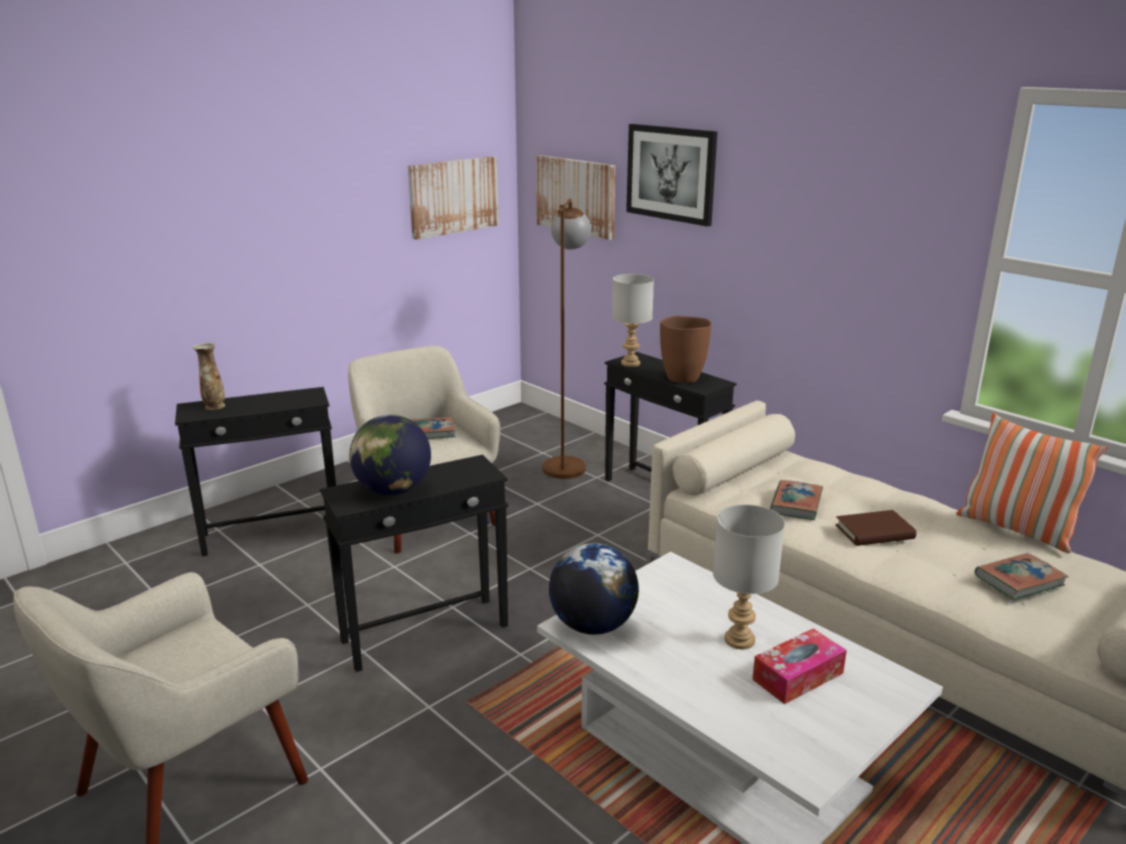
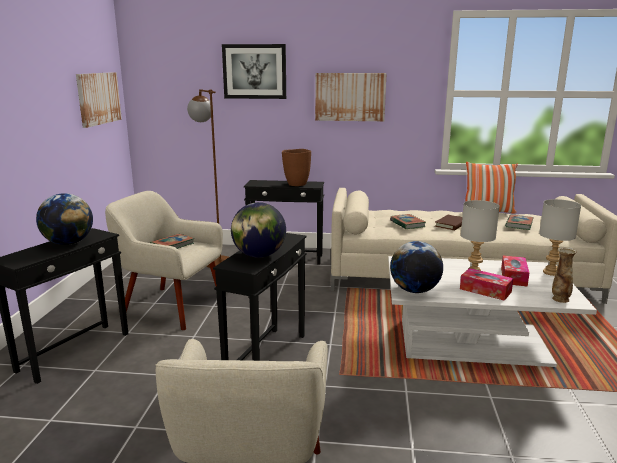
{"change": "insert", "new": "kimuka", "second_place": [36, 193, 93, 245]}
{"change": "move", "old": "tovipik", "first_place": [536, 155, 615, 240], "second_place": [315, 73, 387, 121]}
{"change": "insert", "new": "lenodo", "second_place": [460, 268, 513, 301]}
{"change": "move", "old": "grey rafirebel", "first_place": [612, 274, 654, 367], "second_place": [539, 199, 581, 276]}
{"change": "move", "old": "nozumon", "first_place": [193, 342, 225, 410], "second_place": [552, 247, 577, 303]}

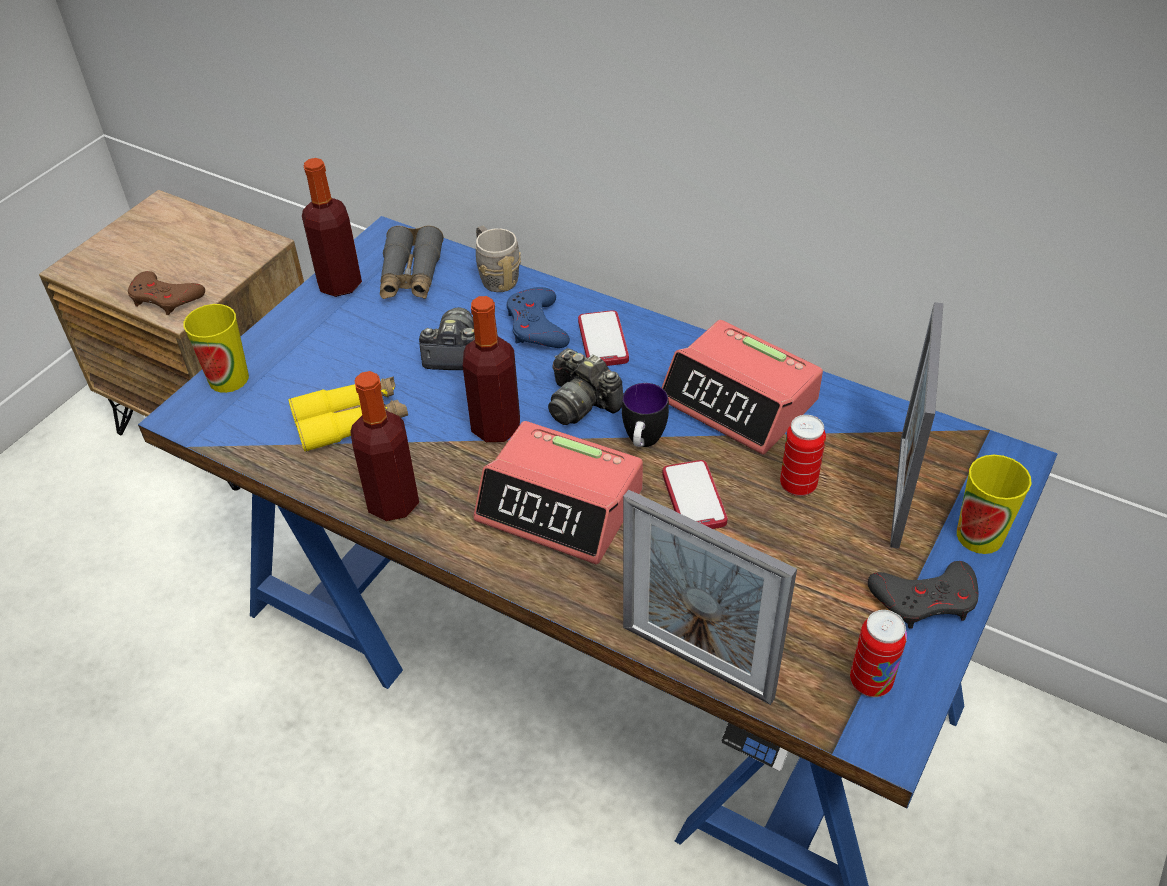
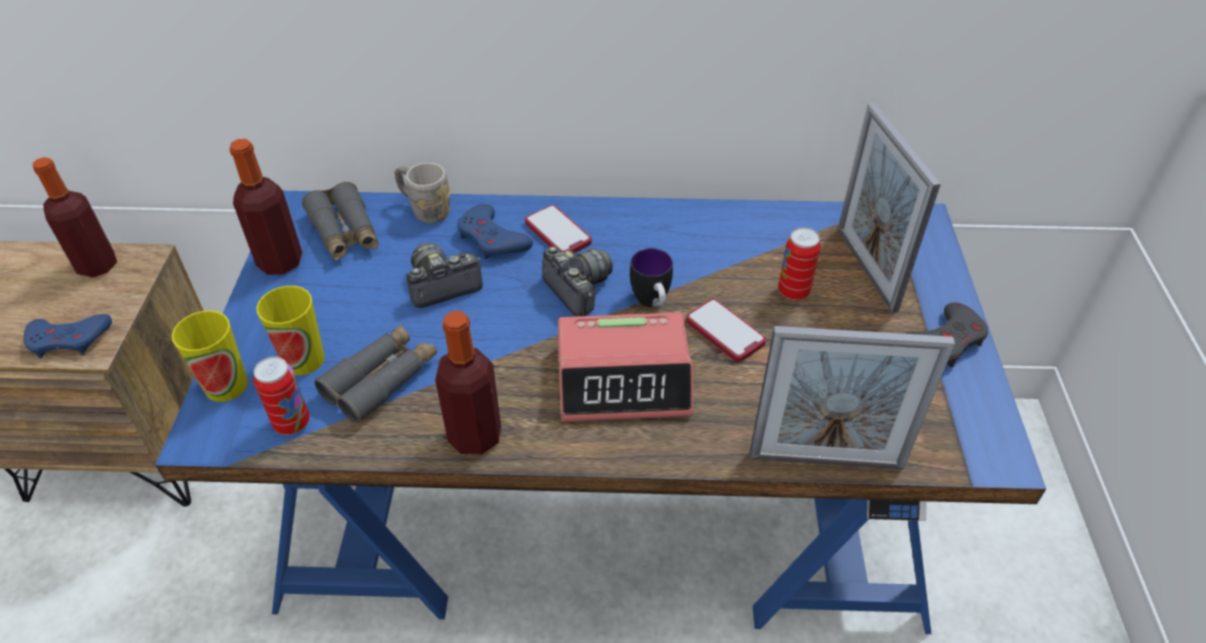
{"change": "recolor", "old": "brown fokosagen", "new": "blue fokosagen", "first_place": [128, 271, 205, 315], "second_place": [24, 314, 112, 359]}
{"change": "move", "old": "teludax", "first_place": [463, 296, 520, 442], "second_place": [32, 157, 117, 278]}
{"change": "move", "old": "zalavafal", "first_place": [850, 610, 907, 697], "second_place": [254, 357, 309, 435]}
{"change": "move", "old": "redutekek", "first_place": [957, 455, 1032, 554], "second_place": [256, 286, 325, 375]}
{"change": "recolor", "old": "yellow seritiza", "new": "grey seritiza", "first_place": [288, 376, 408, 452], "second_place": [314, 324, 437, 423]}
{"change": "rotate", "old": "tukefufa", "first_place": [548, 348, 623, 425], "second_place": [542, 247, 613, 316], "degrees": -135}
{"change": "delete", "old": "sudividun", "first_place": [662, 320, 823, 455]}

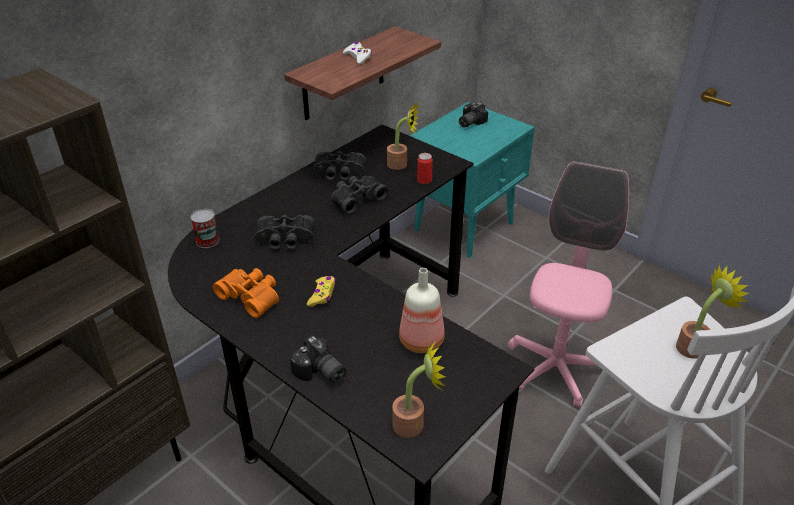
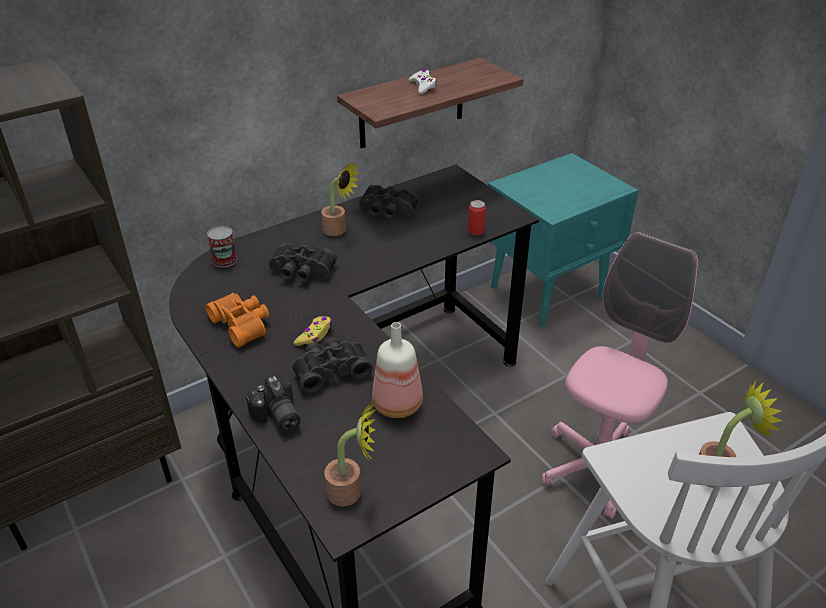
{"change": "move", "old": "black seritiza", "first_place": [331, 176, 389, 214], "second_place": [292, 338, 373, 394]}
{"change": "move", "old": "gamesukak", "first_place": [387, 103, 420, 170], "second_place": [321, 162, 361, 236]}
{"change": "delete", "old": "tukefufa", "first_place": [459, 102, 488, 127]}

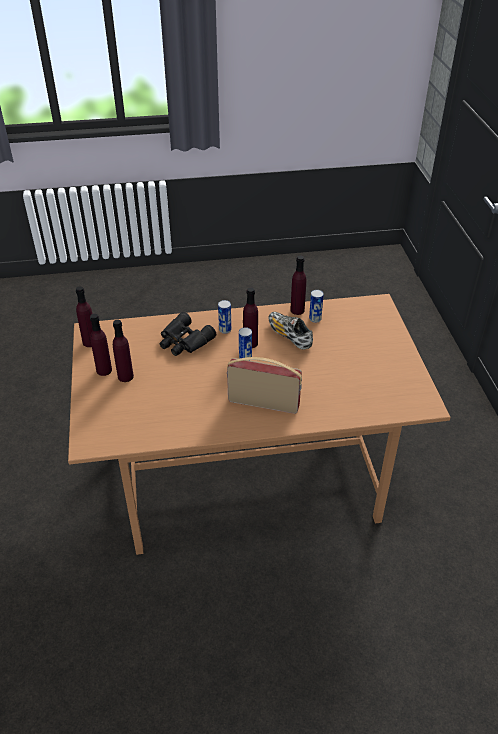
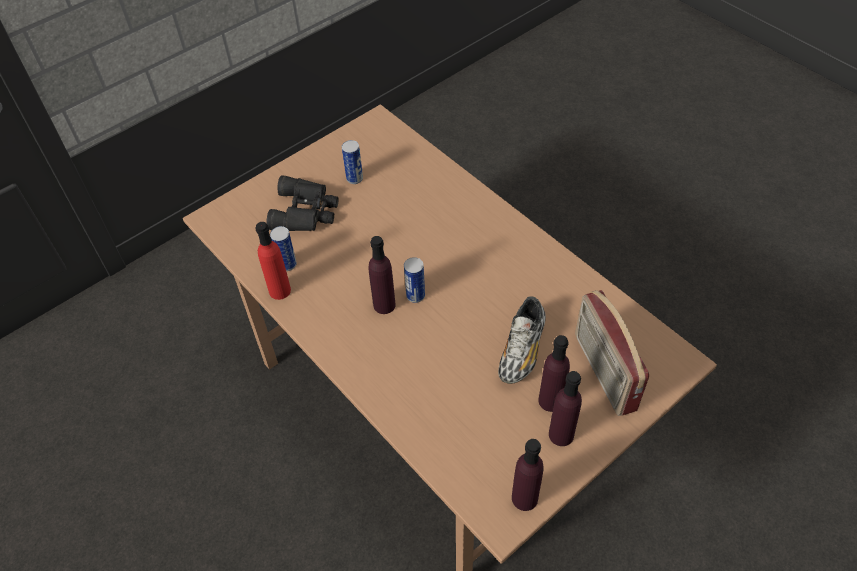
{"change": "recolor", "old": "purple teludax", "new": "red teludax", "first_place": [290, 256, 306, 315], "second_place": [256, 222, 291, 300]}
{"change": "move", "old": "black seritiza", "first_place": [160, 312, 216, 356], "second_place": [266, 175, 338, 231]}
{"change": "move", "old": "zalavafal", "first_place": [218, 300, 231, 334], "second_place": [342, 140, 363, 184]}
{"change": "move", "old": "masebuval", "first_place": [269, 312, 313, 350], "second_place": [498, 296, 546, 384]}
{"change": "move", "old": "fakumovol", "first_place": [227, 357, 302, 414], "second_place": [575, 290, 649, 416]}

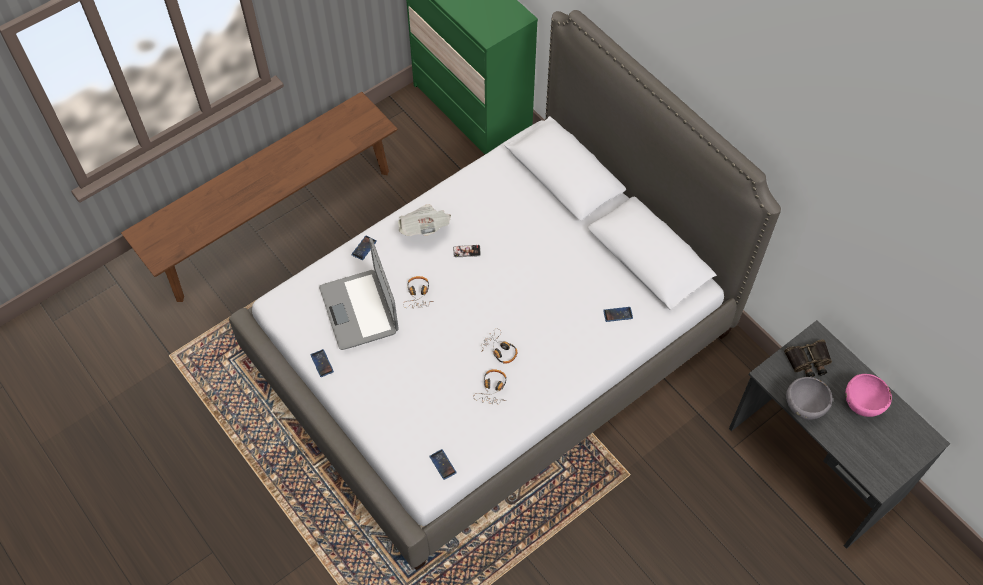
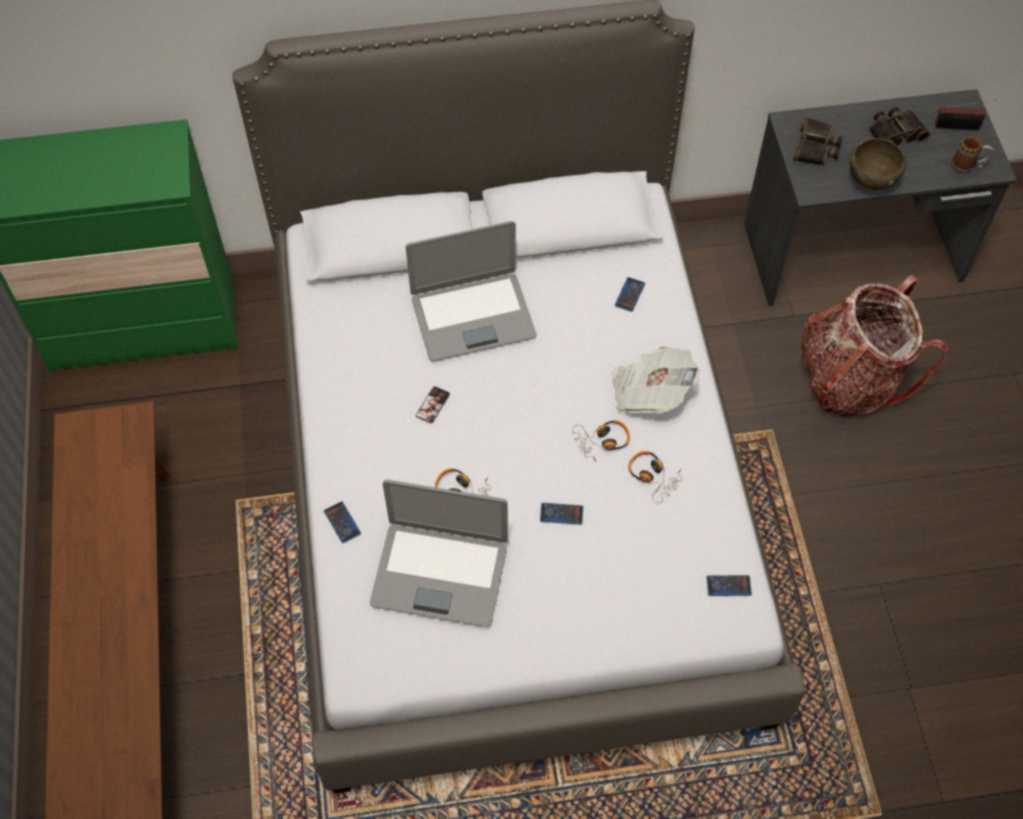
{"change": "insert", "new": "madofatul", "second_place": [406, 221, 536, 362]}
{"change": "move", "old": "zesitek", "first_place": [311, 349, 334, 377], "second_place": [540, 503, 583, 525]}
{"change": "move", "old": "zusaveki", "first_place": [398, 204, 451, 236], "second_place": [611, 347, 700, 414]}
{"change": "insert", "new": "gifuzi", "second_place": [802, 275, 948, 417]}
{"change": "recolor", "old": "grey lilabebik", "new": "brown lilabebik", "first_place": [786, 377, 832, 420], "second_place": [850, 138, 906, 190]}
{"change": "replace", "old": "pink lilabebik", "new": "seritiza", "first_place": [845, 374, 892, 417], "second_place": [869, 107, 931, 146]}
{"change": "insert", "new": "fakumovol", "second_place": [935, 99, 996, 131]}
{"change": "insert", "new": "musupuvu", "second_place": [951, 136, 994, 174]}

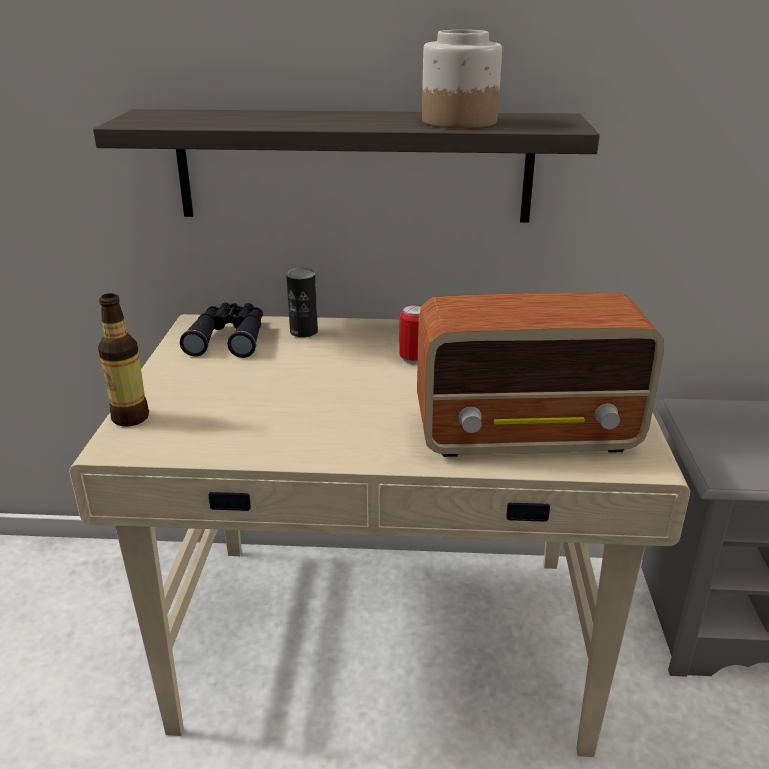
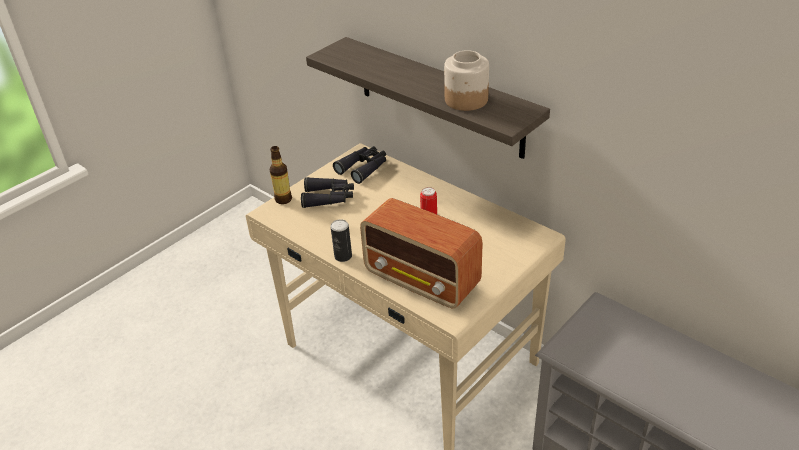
{"change": "insert", "new": "black seritiza", "second_place": [301, 177, 354, 208]}
{"change": "move", "old": "zalavafal", "first_place": [286, 267, 318, 338], "second_place": [330, 219, 352, 262]}

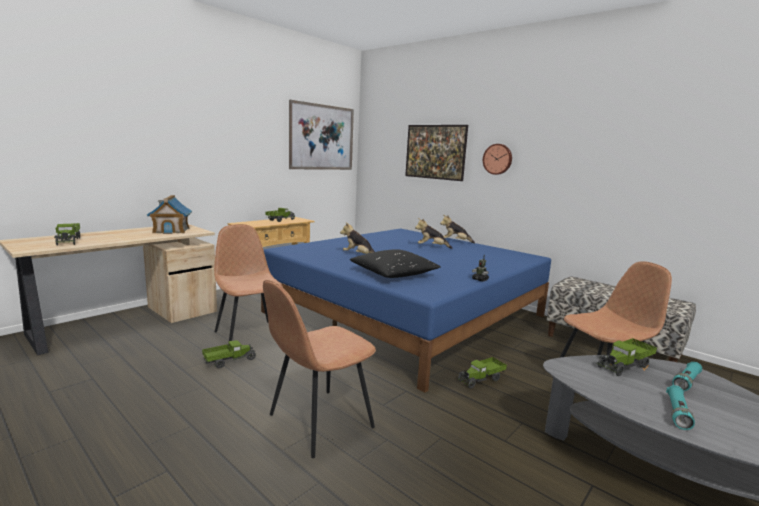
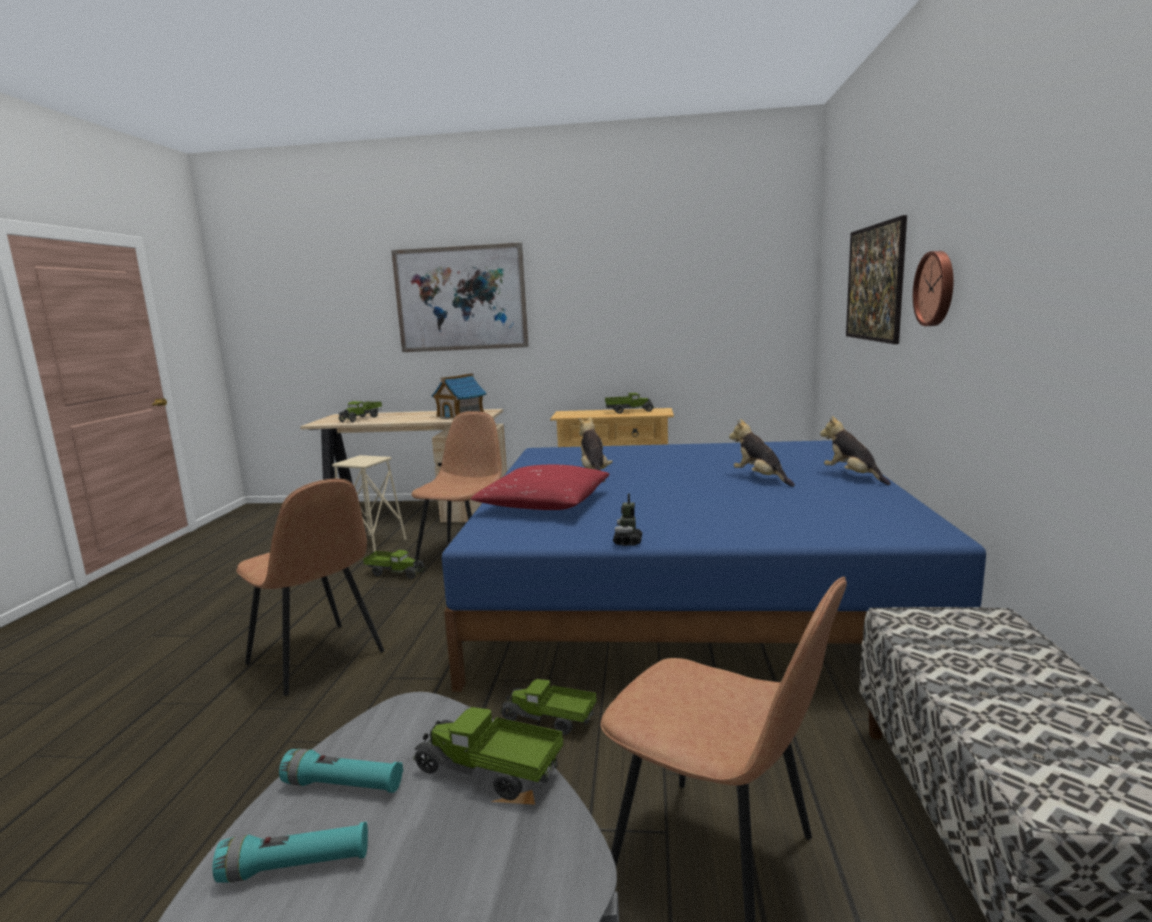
{"change": "rotate", "old": "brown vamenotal", "first_place": [263, 280, 376, 458], "second_place": [236, 478, 384, 696], "degrees": -150}
{"change": "move", "old": "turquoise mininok", "first_place": [672, 362, 702, 391], "second_place": [279, 749, 403, 793]}
{"change": "insert", "new": "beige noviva", "second_place": [332, 455, 407, 554]}
{"change": "move", "old": "tovipik", "first_place": [289, 100, 354, 170], "second_place": [391, 243, 529, 352]}
{"change": "recolor", "old": "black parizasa", "new": "red parizasa", "first_place": [350, 250, 440, 278], "second_place": [471, 464, 609, 510]}

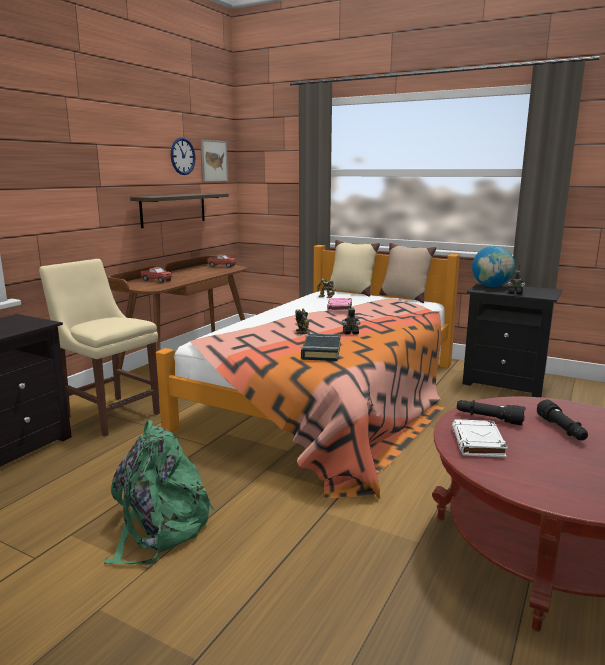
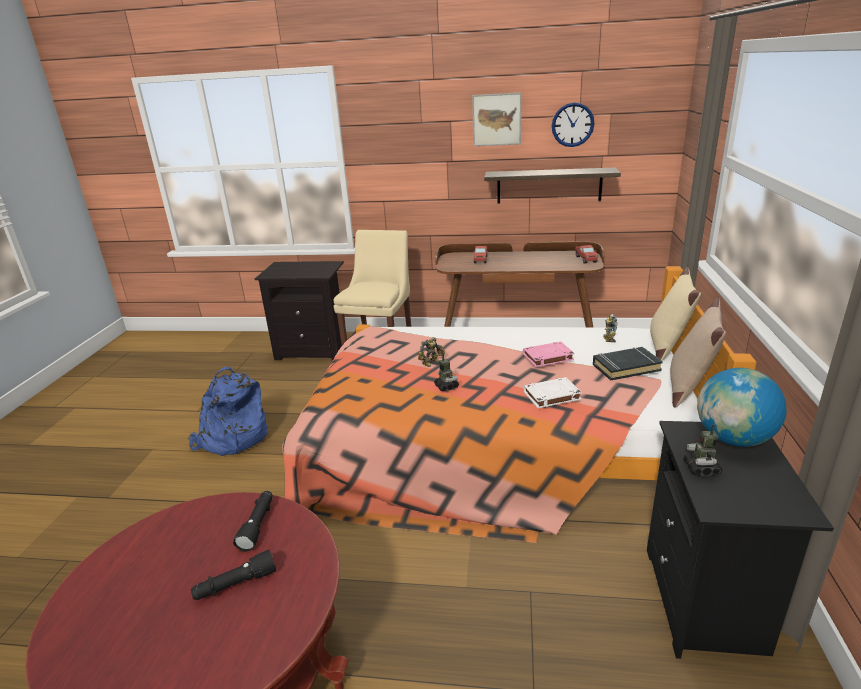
{"change": "recolor", "old": "green gifuzi", "new": "blue gifuzi", "first_place": [104, 420, 215, 564], "second_place": [188, 367, 268, 456]}
{"change": "move", "old": "tovipik", "first_place": [201, 140, 228, 182], "second_place": [472, 92, 522, 146]}
{"change": "move", "old": "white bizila", "first_place": [452, 419, 508, 458], "second_place": [523, 377, 582, 408]}
{"change": "move", "old": "black bizila", "first_place": [301, 334, 341, 361], "second_place": [593, 347, 663, 381]}

